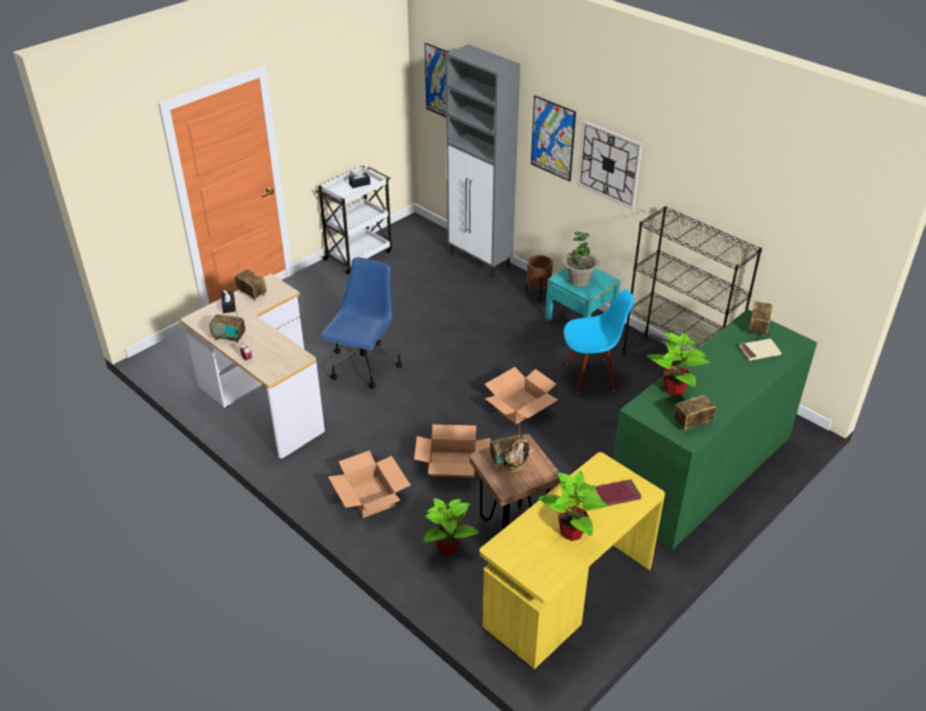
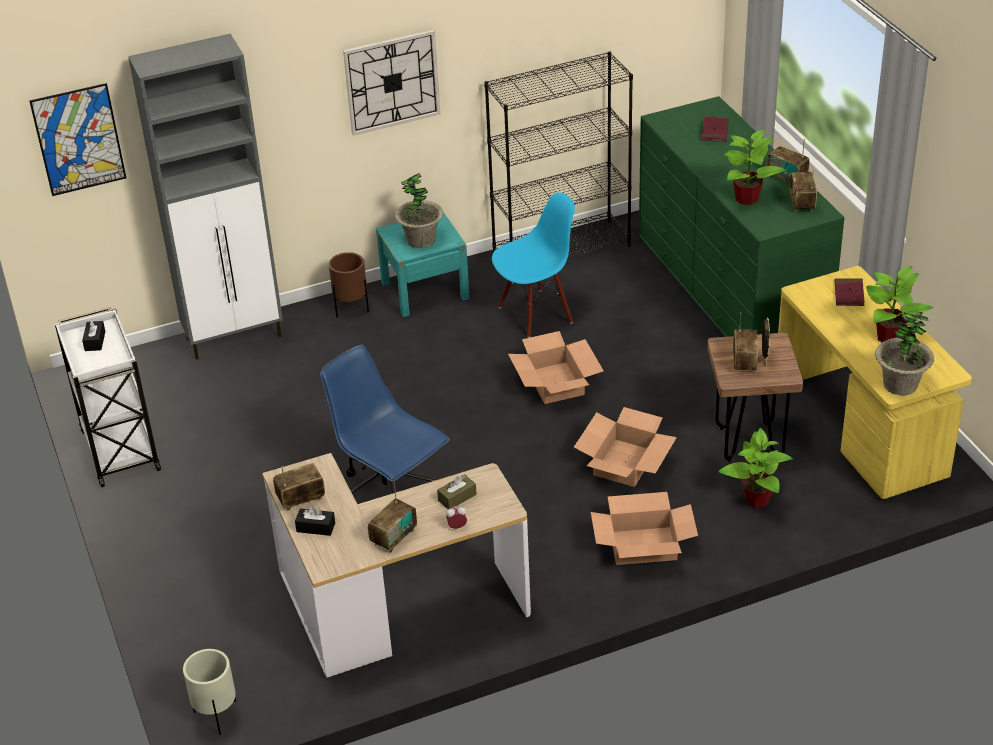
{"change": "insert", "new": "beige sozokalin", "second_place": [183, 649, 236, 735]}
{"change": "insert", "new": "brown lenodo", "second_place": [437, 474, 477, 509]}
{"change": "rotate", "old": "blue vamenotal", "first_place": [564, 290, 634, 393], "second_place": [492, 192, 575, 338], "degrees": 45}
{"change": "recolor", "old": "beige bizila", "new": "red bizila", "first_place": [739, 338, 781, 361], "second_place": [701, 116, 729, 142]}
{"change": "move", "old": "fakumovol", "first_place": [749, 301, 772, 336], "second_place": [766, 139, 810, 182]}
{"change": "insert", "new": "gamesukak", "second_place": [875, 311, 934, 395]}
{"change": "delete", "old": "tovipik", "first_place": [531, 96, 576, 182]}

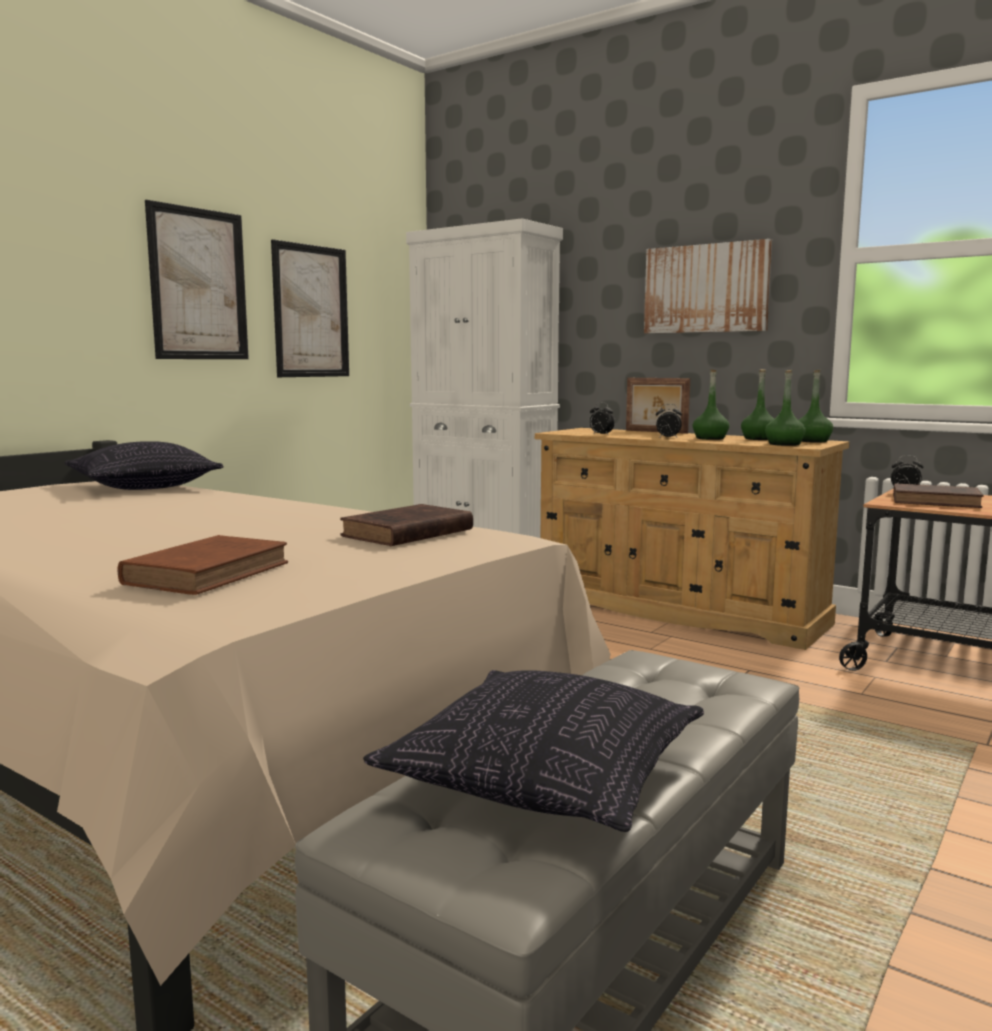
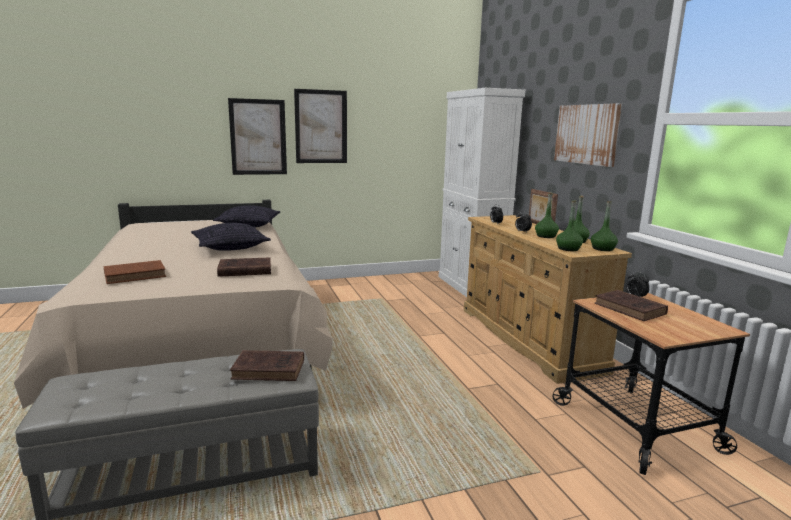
{"change": "move", "old": "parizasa", "first_place": [363, 670, 704, 832], "second_place": [191, 223, 271, 251]}
{"change": "move", "old": "tovipik", "first_place": [271, 239, 349, 377], "second_place": [228, 98, 287, 175]}
{"change": "insert", "new": "brown bizila", "second_place": [230, 350, 304, 381]}

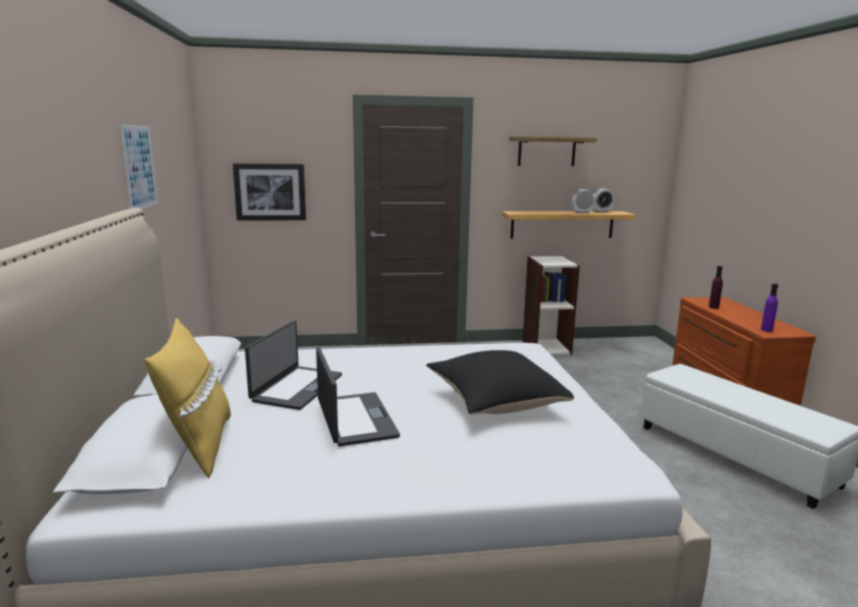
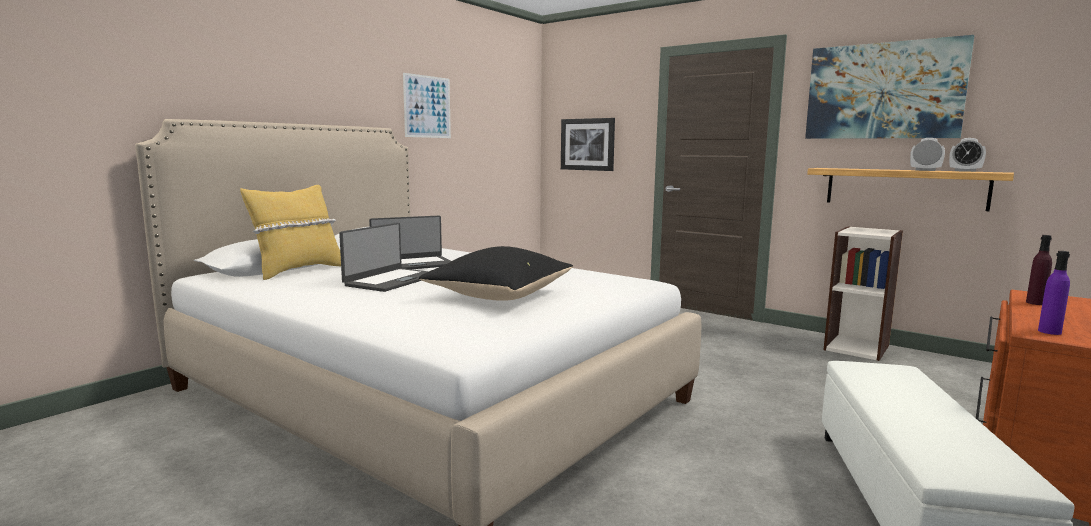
{"change": "replace", "old": "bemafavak", "new": "tovipik", "first_place": [509, 136, 597, 166], "second_place": [805, 35, 974, 139]}

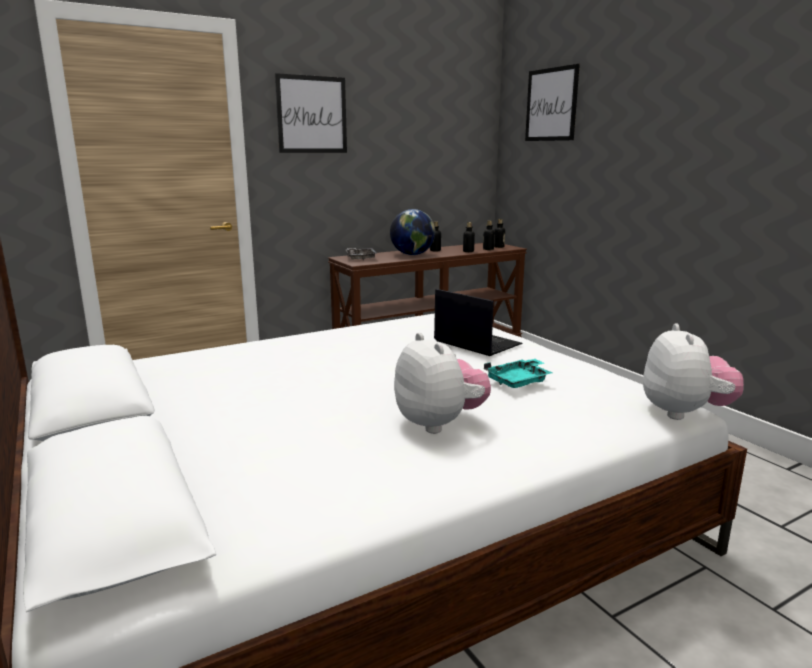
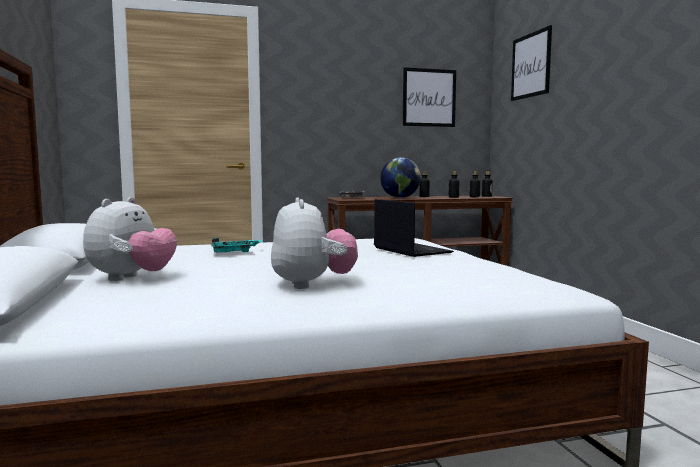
{"change": "move", "old": "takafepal", "first_place": [643, 323, 744, 420], "second_place": [83, 197, 177, 281]}
{"change": "move", "old": "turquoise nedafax", "first_place": [484, 359, 553, 388], "second_place": [211, 238, 262, 253]}
{"change": "move", "old": "tovipik", "first_place": [275, 73, 347, 153], "second_place": [403, 67, 456, 127]}

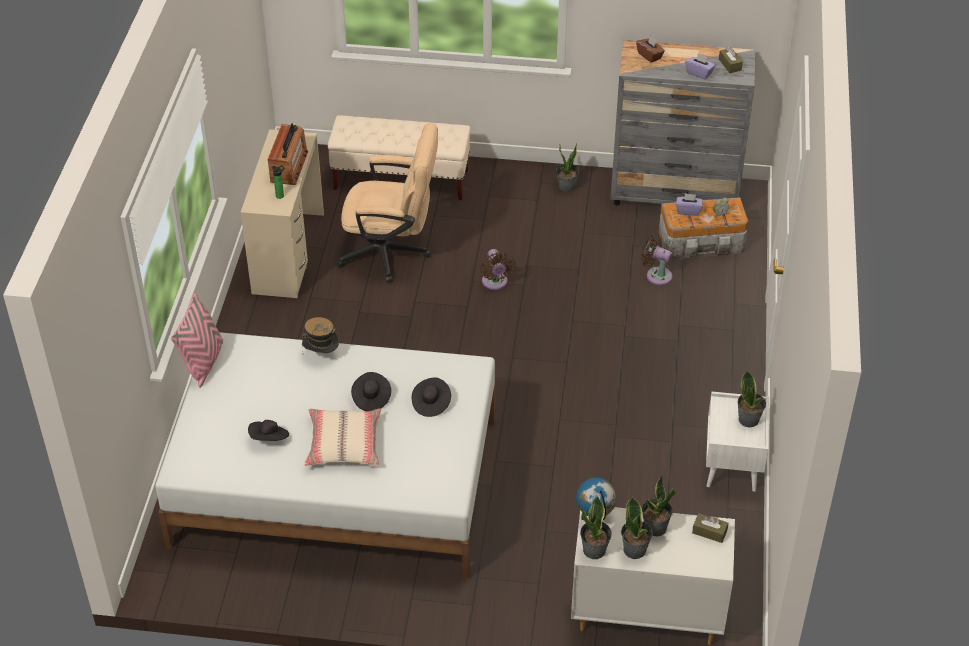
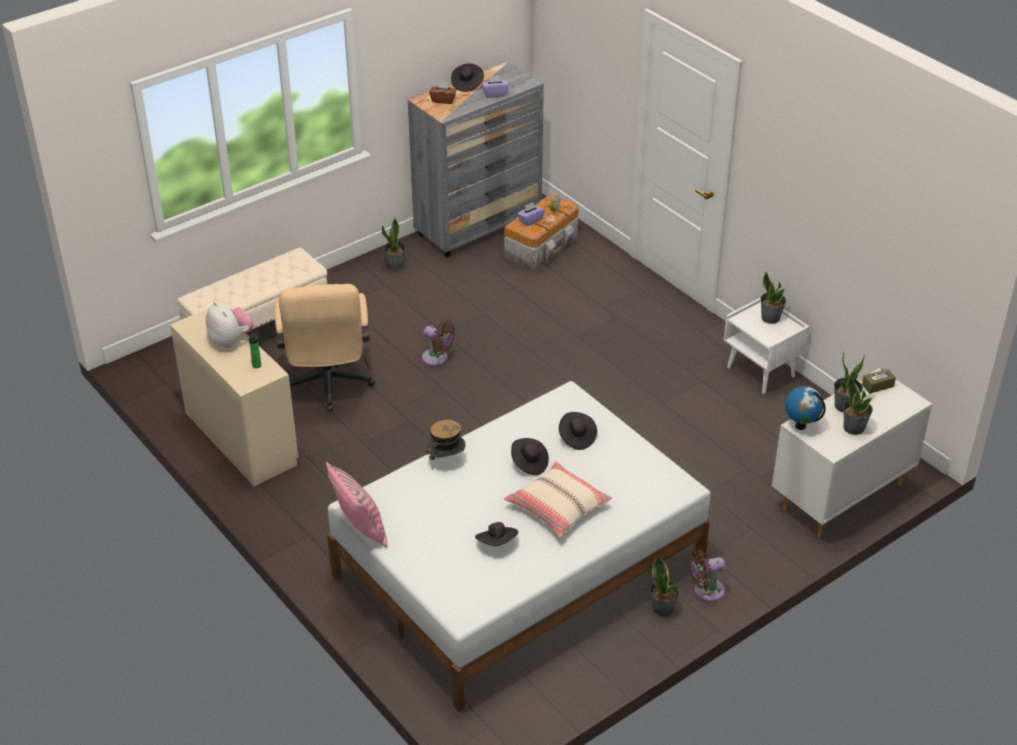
{"change": "replace", "old": "fakumovol", "new": "takafepal", "first_place": [268, 123, 308, 185], "second_place": [206, 302, 254, 348]}
{"change": "rotate", "old": "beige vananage", "first_place": [337, 123, 438, 283], "second_place": [275, 284, 375, 412], "degrees": 120}
{"change": "insert", "new": "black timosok", "second_place": [451, 63, 484, 92]}
{"change": "move", "old": "gamesukak", "first_place": [580, 496, 612, 559], "second_place": [650, 557, 680, 616]}
{"change": "move", "old": "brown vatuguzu", "first_place": [641, 234, 672, 285], "second_place": [689, 548, 725, 602]}
{"change": "delete", "old": "brown lenodo", "first_place": [719, 47, 743, 73]}

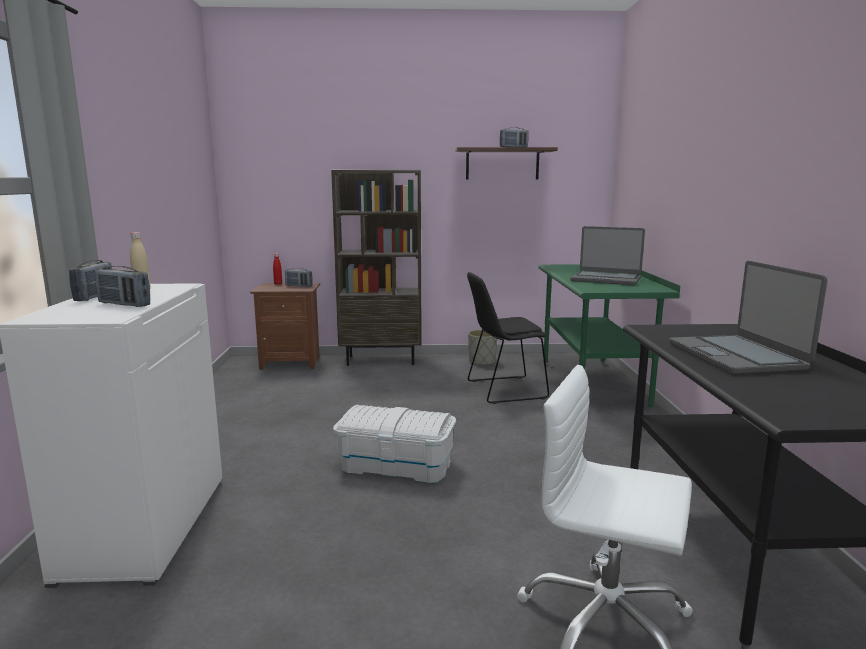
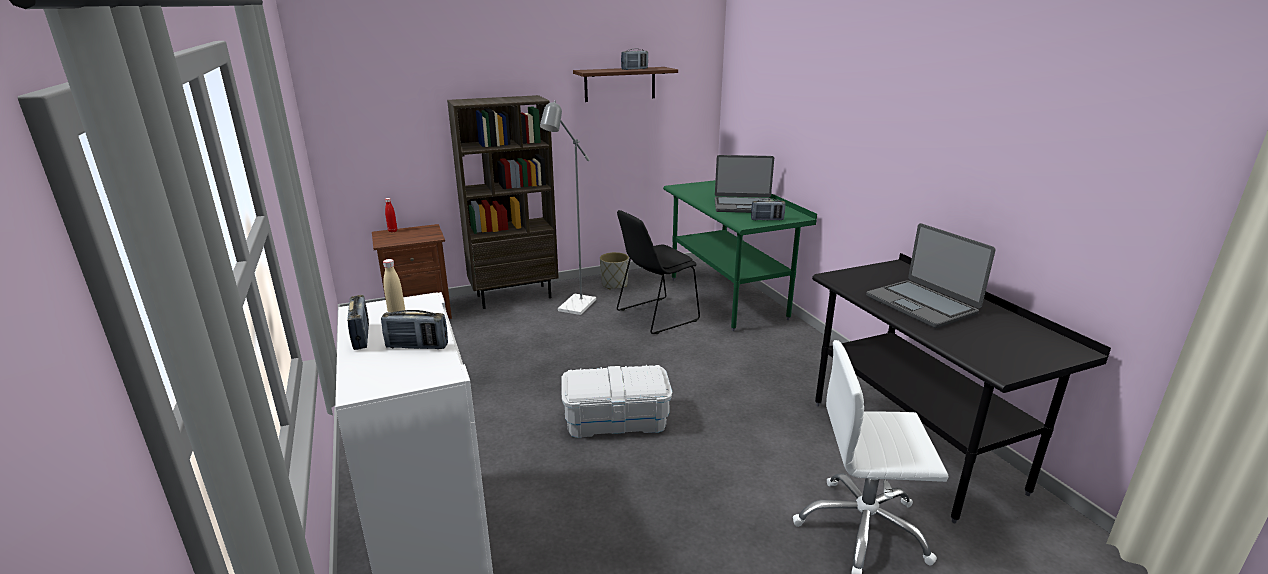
{"change": "insert", "new": "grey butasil", "second_place": [540, 100, 596, 315]}
{"change": "move", "old": "fakumovol", "first_place": [285, 268, 313, 287], "second_place": [751, 199, 786, 220]}

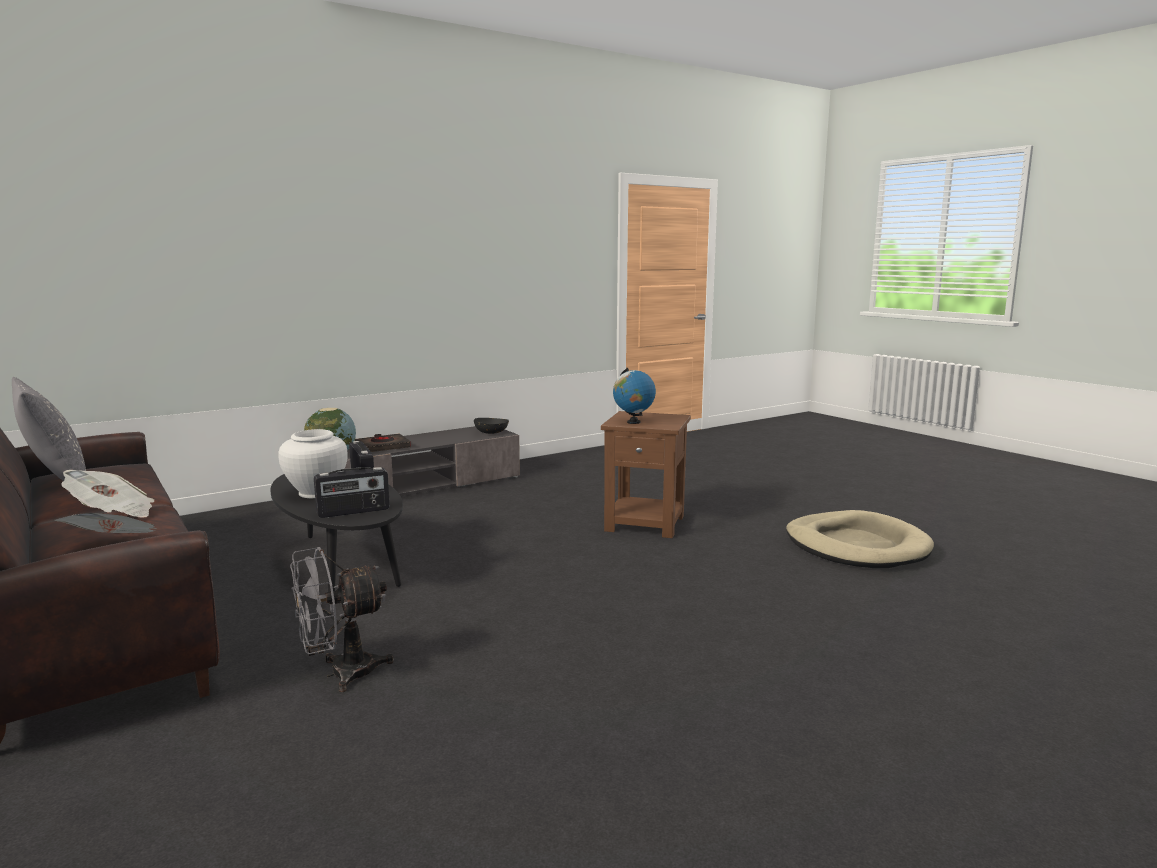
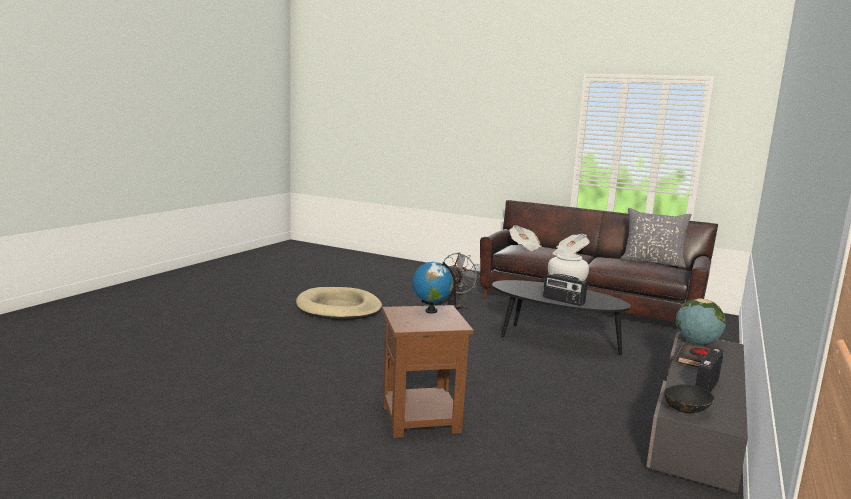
{"change": "move", "old": "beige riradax", "first_place": [786, 510, 934, 568], "second_place": [296, 287, 382, 320]}
{"change": "move", "old": "fakumovol", "first_place": [314, 467, 390, 518], "second_place": [695, 348, 723, 392]}

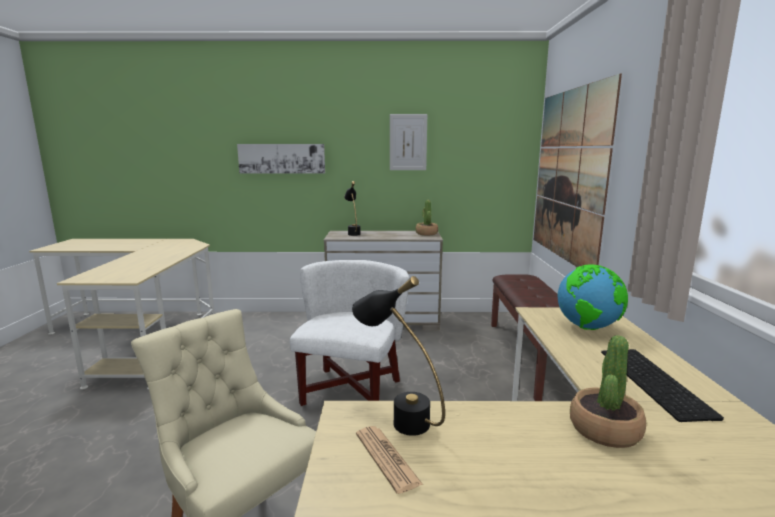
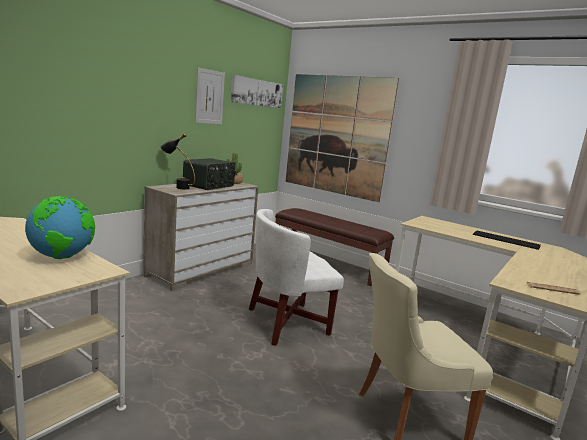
{"change": "move", "old": "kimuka", "first_place": [558, 264, 628, 330], "second_place": [25, 196, 95, 259]}
{"change": "insert", "new": "fakumovol", "second_place": [183, 158, 236, 190]}
{"change": "move", "old": "tovipik", "first_place": [237, 144, 325, 174], "second_place": [231, 75, 283, 108]}
{"change": "rotate", "old": "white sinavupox", "first_place": [290, 260, 409, 406], "second_place": [249, 209, 344, 346], "degrees": -75}
{"change": "delete", "old": "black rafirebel", "first_place": [352, 276, 445, 436]}
{"change": "delete", "old": "gamesukak", "first_place": [570, 335, 646, 448]}

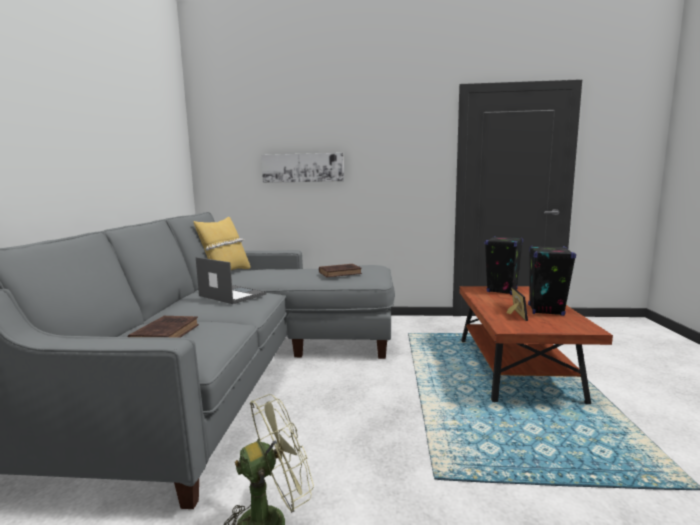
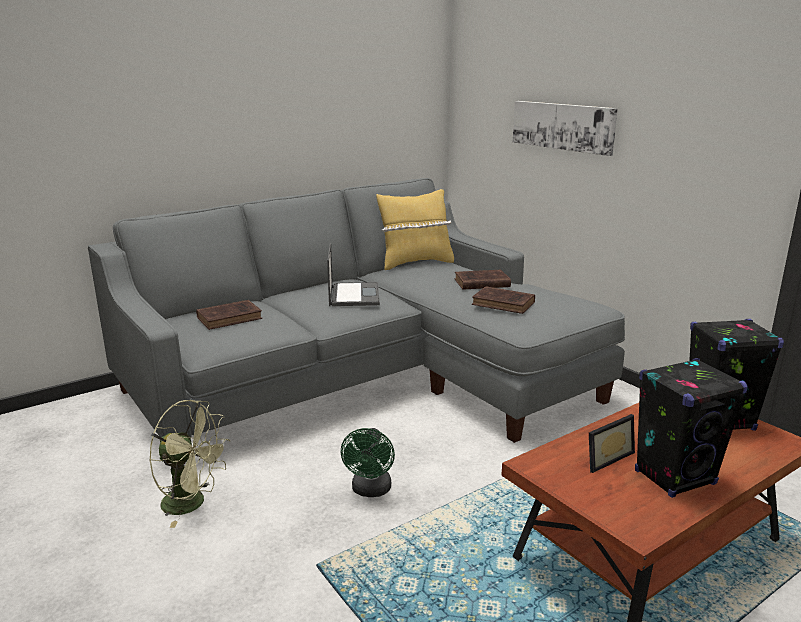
{"change": "insert", "new": "green vatuguzu", "second_place": [341, 428, 395, 497]}
{"change": "insert", "new": "brown bizila", "second_place": [455, 270, 511, 290]}

